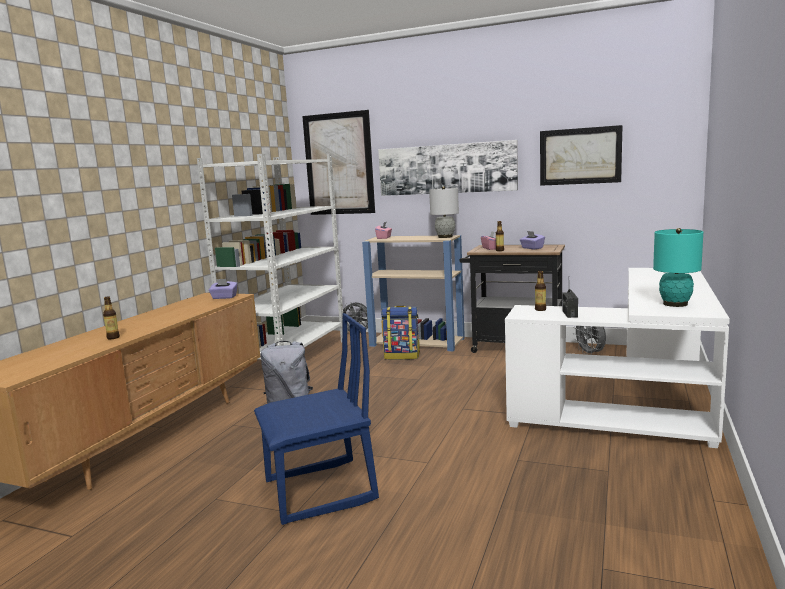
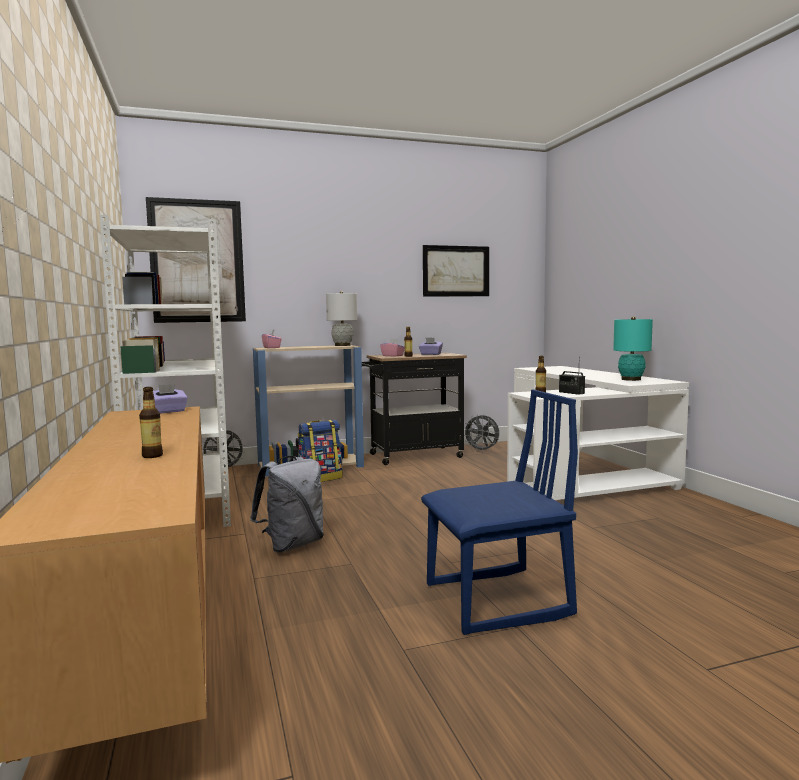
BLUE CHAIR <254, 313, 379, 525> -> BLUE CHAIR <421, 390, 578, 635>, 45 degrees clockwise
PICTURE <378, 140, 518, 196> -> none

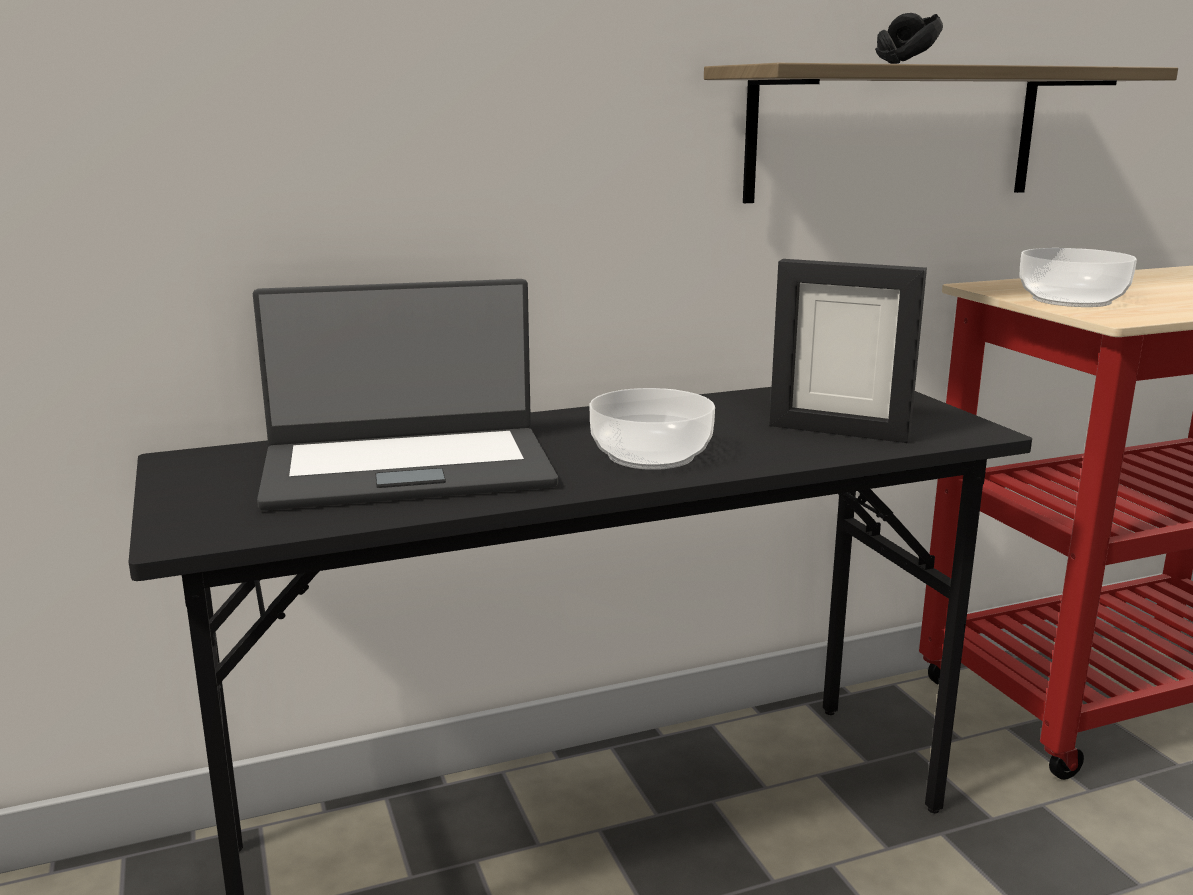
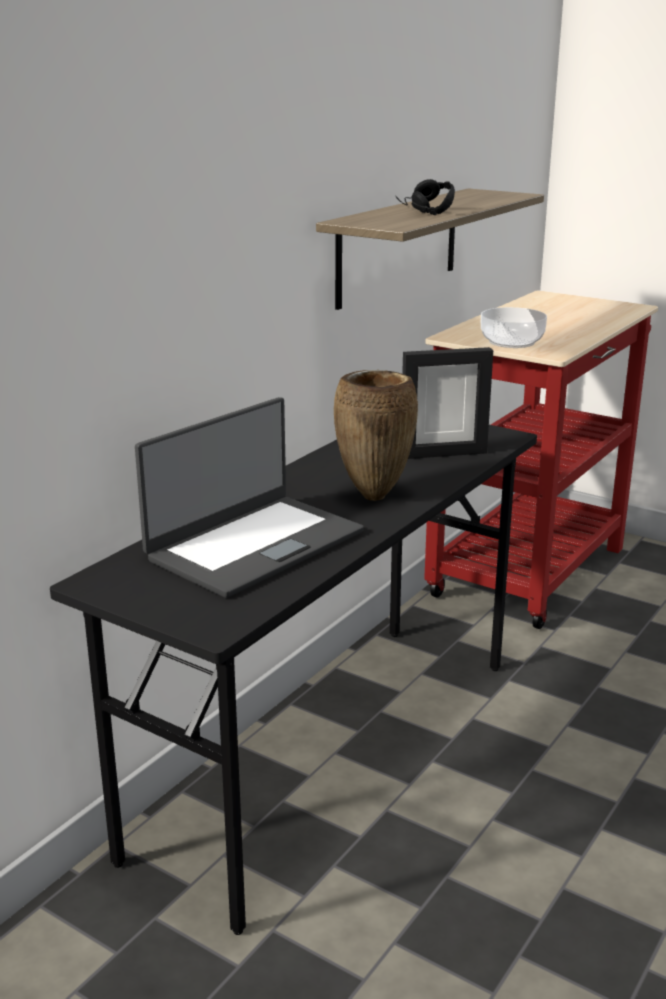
BOWL <590, 388, 715, 470> -> BROWN VASE <334, 370, 418, 501>

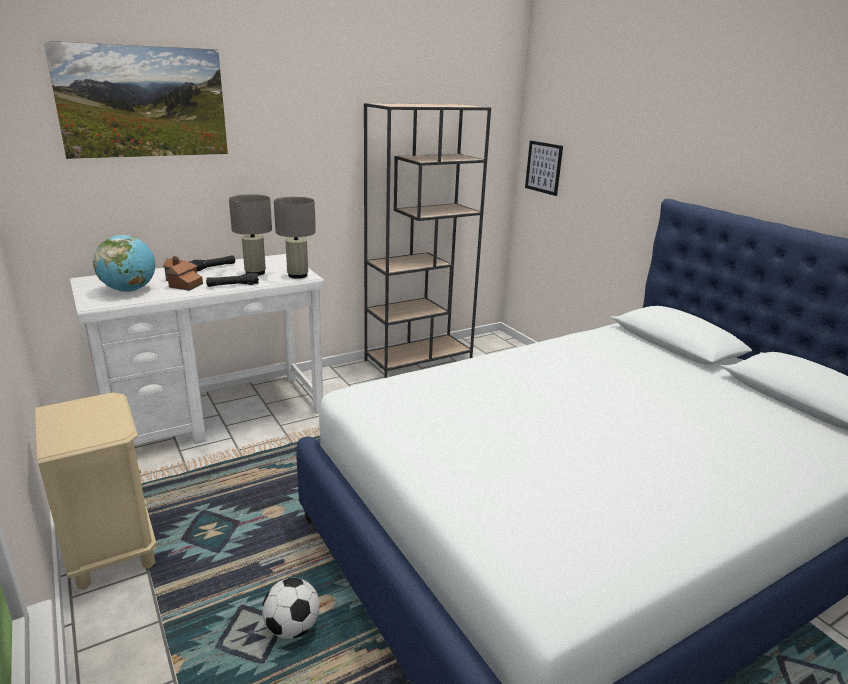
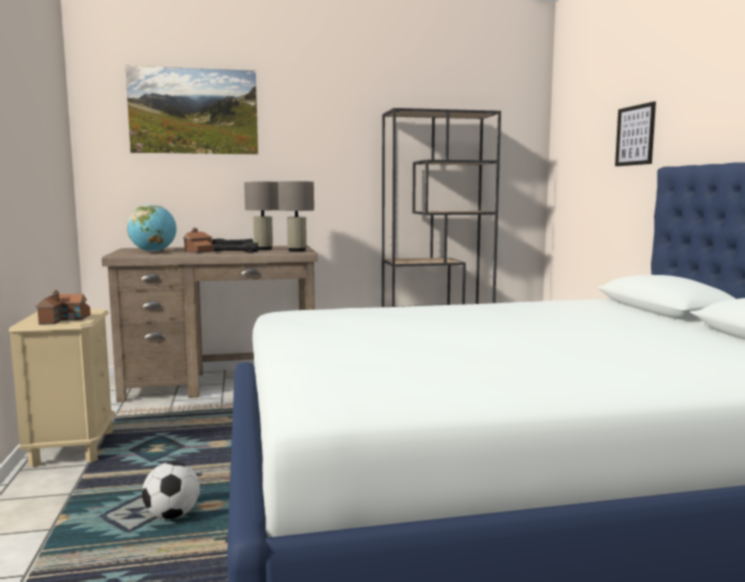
WHITE DESK <70, 254, 324, 445> -> BROWN DESK <102, 245, 318, 402>
PICTURE <525, 141, 563, 196> -> PICTURE <615, 102, 656, 166>, relocated
none -> TOY HOUSE <36, 290, 91, 325>

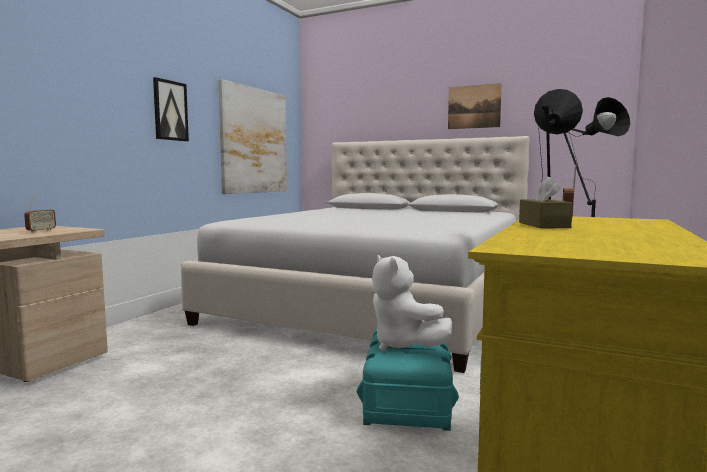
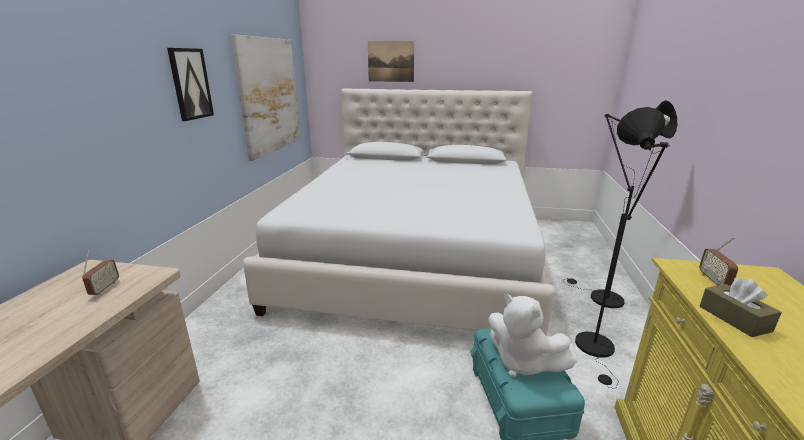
PICTURE <448, 83, 502, 129> -> PICTURE <368, 41, 414, 82>, relocated

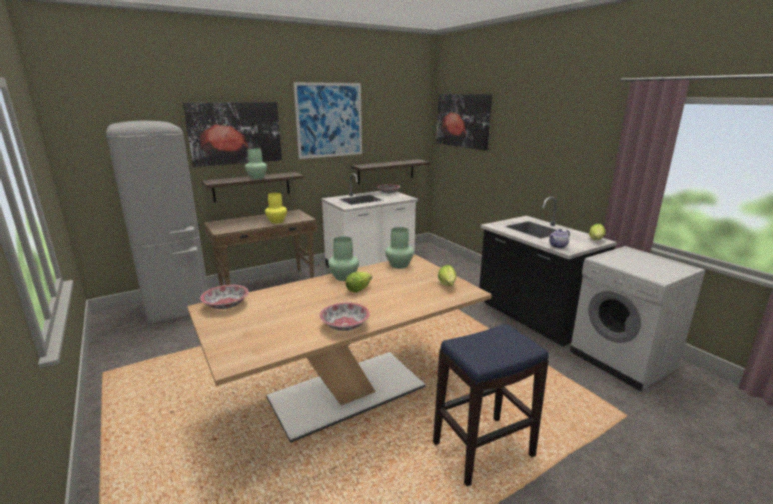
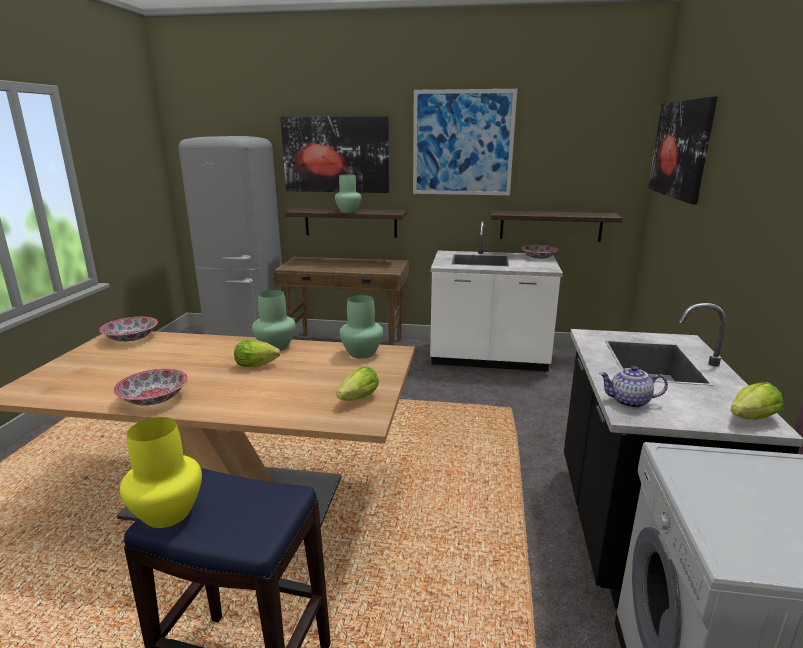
YELLOW VASE <265, 193, 287, 224> -> YELLOW VASE <120, 417, 202, 528>, relocated

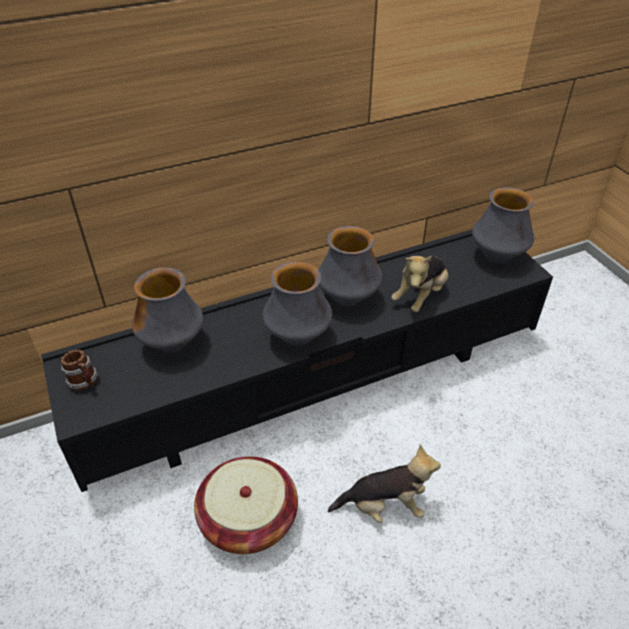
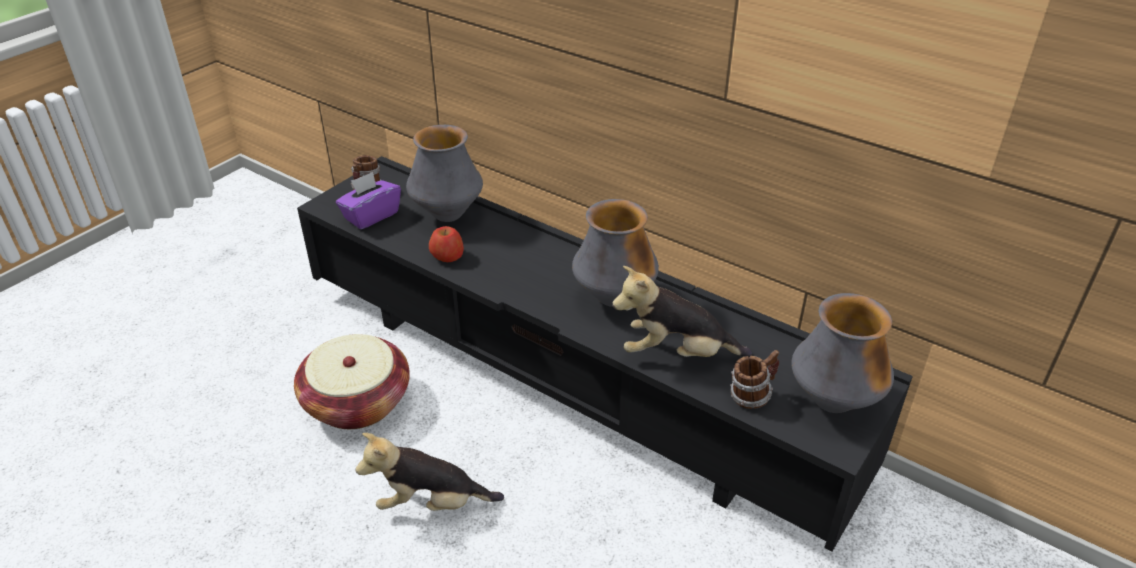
VASE <263, 262, 332, 346> -> none
PLUSH TOY <328, 444, 441, 523> -> PLUSH TOY <355, 433, 504, 511>, 120 degrees clockwise
none -> PURPLE TISSUE BOX <336, 172, 401, 230>
none -> APPLE <429, 226, 464, 262>
none -> MUG <730, 350, 779, 409>

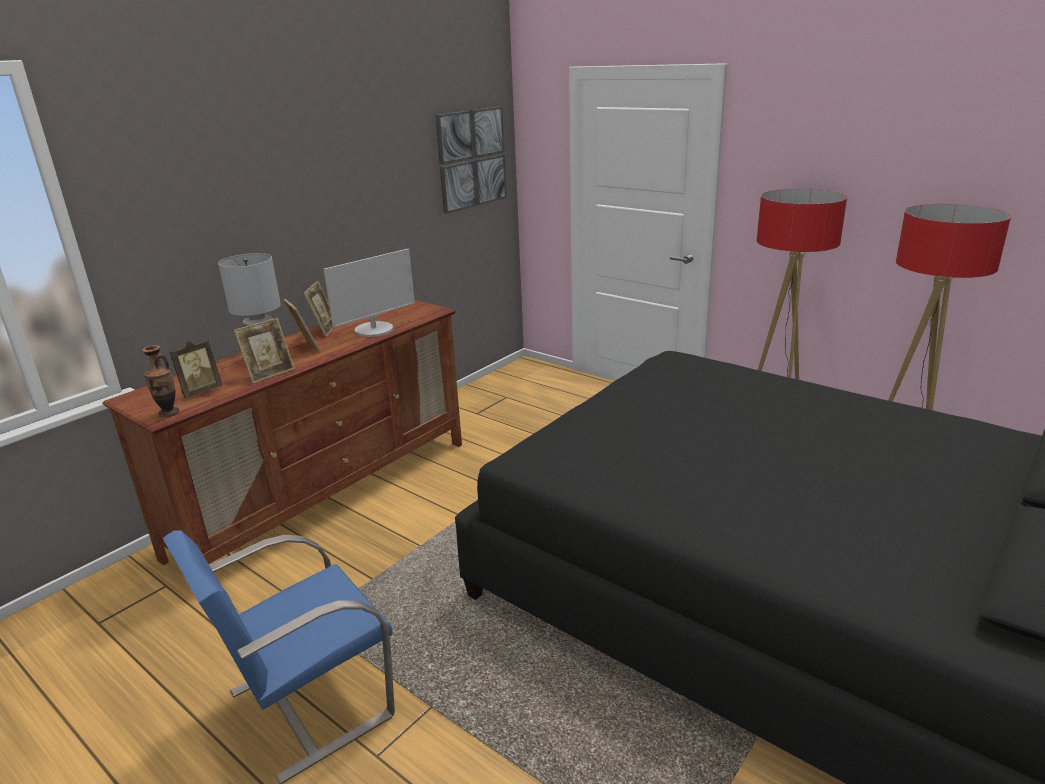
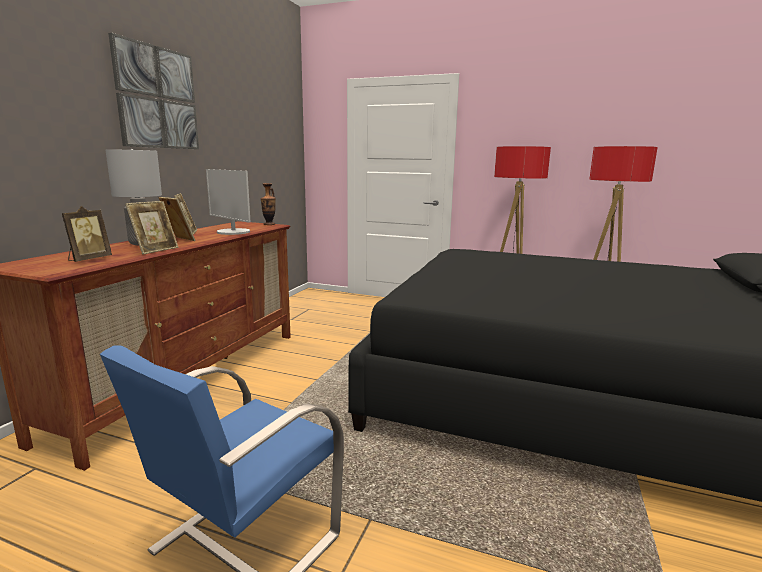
VASE <142, 345, 180, 417> -> VASE <261, 183, 276, 225>, relocated
MONITOR <324, 249, 415, 337> -> MONITOR <206, 169, 251, 235>, 105 degrees clockwise
PICTURE <435, 106, 507, 214> -> PICTURE <108, 33, 199, 149>, relocated

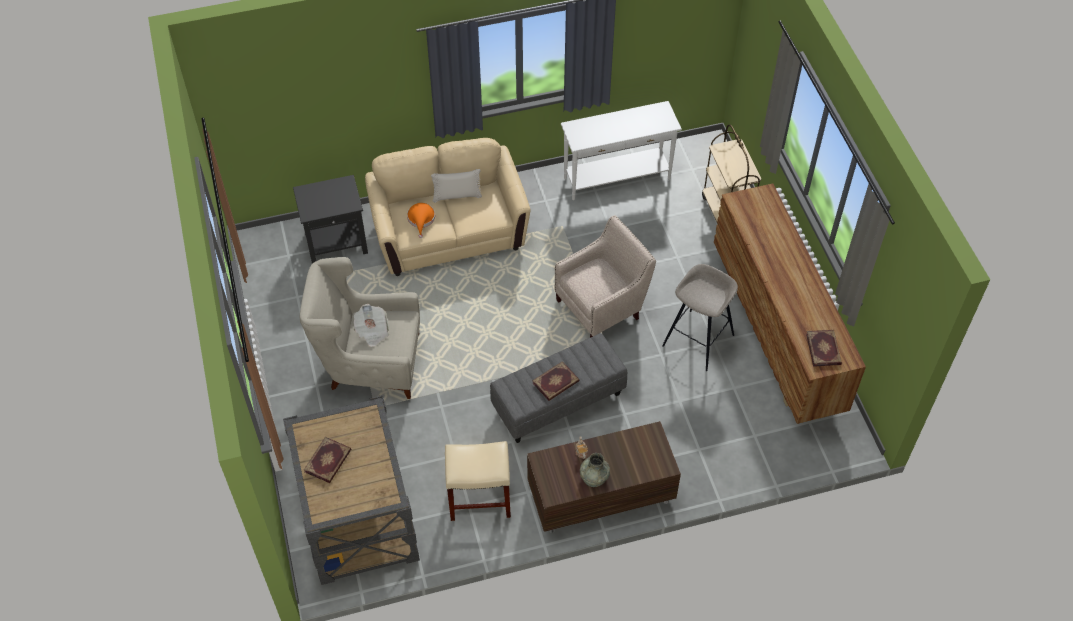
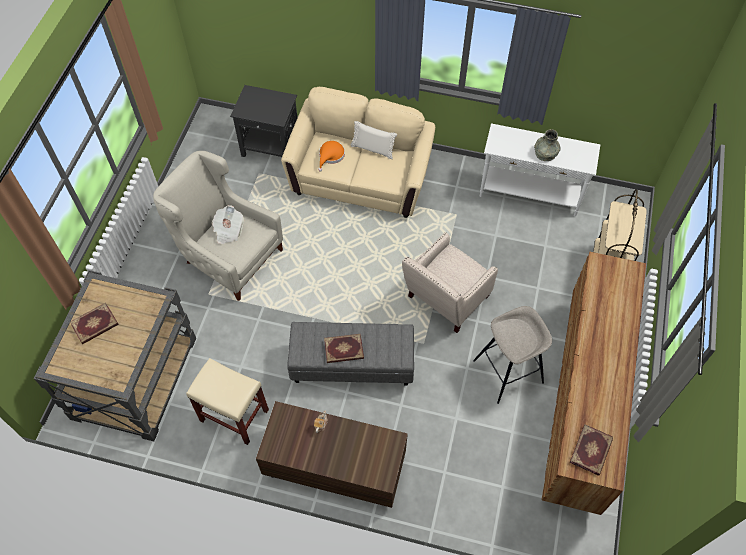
BEIGE ARMCHAIR <555, 215, 656, 338> -> BEIGE ARMCHAIR <402, 232, 498, 333>, 135 degrees clockwise
GREY VASE <580, 453, 610, 487> -> GREY VASE <534, 129, 561, 161>, relocated

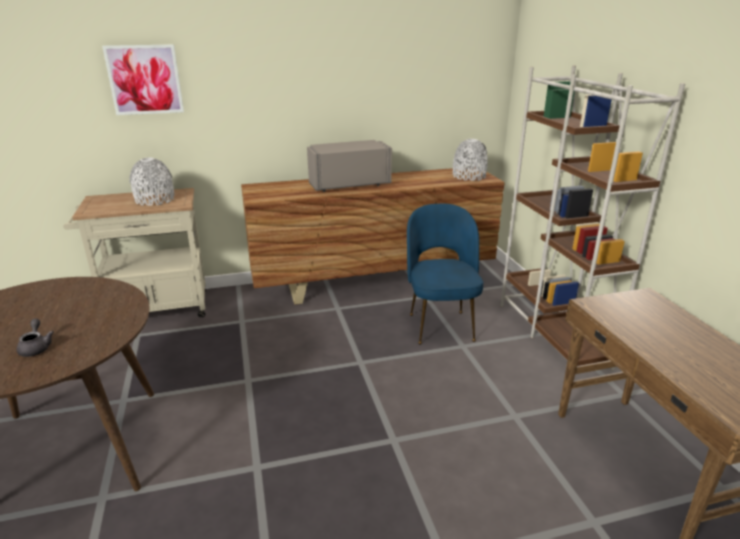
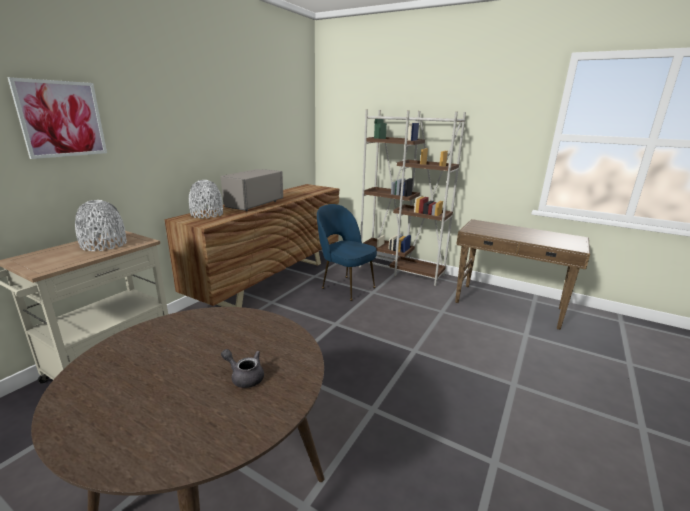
GREY VASE <453, 139, 488, 181> -> GREY VASE <189, 180, 223, 219>, relocated

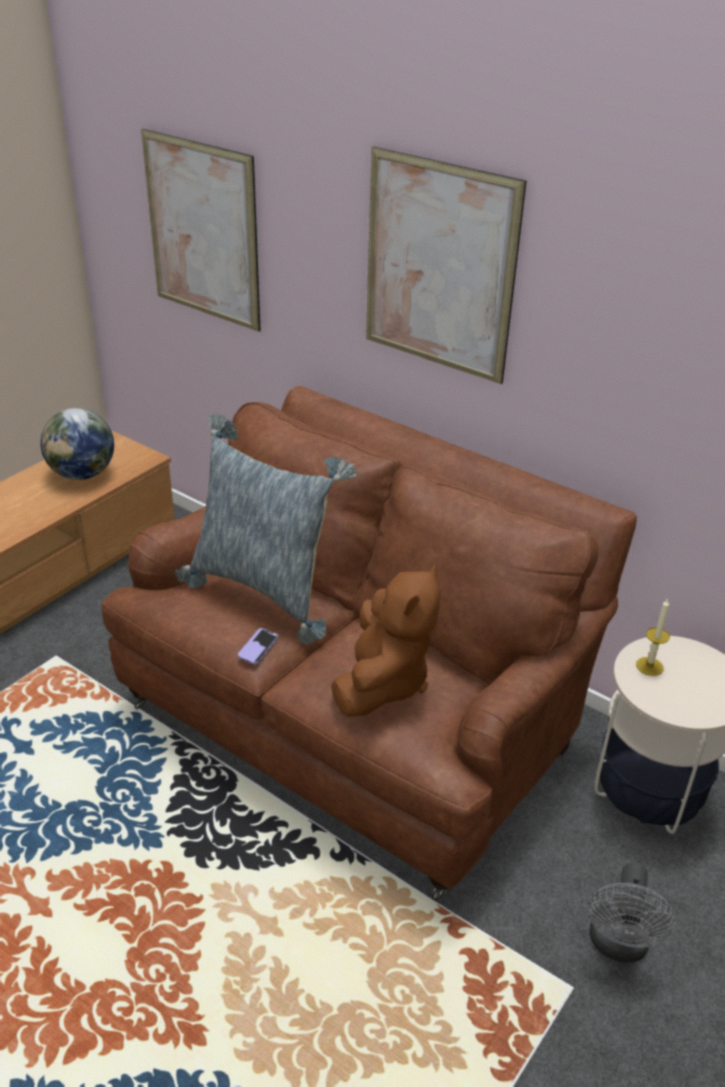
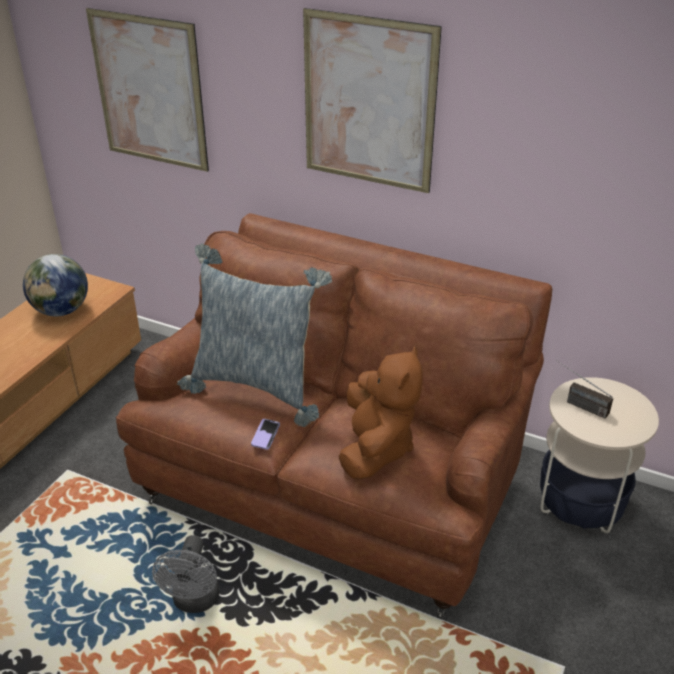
GREY FAN <588, 863, 675, 962> -> GREY FAN <152, 535, 220, 613>, relocated
CANDLE <636, 599, 670, 676> -> RADIO <556, 360, 613, 419>

